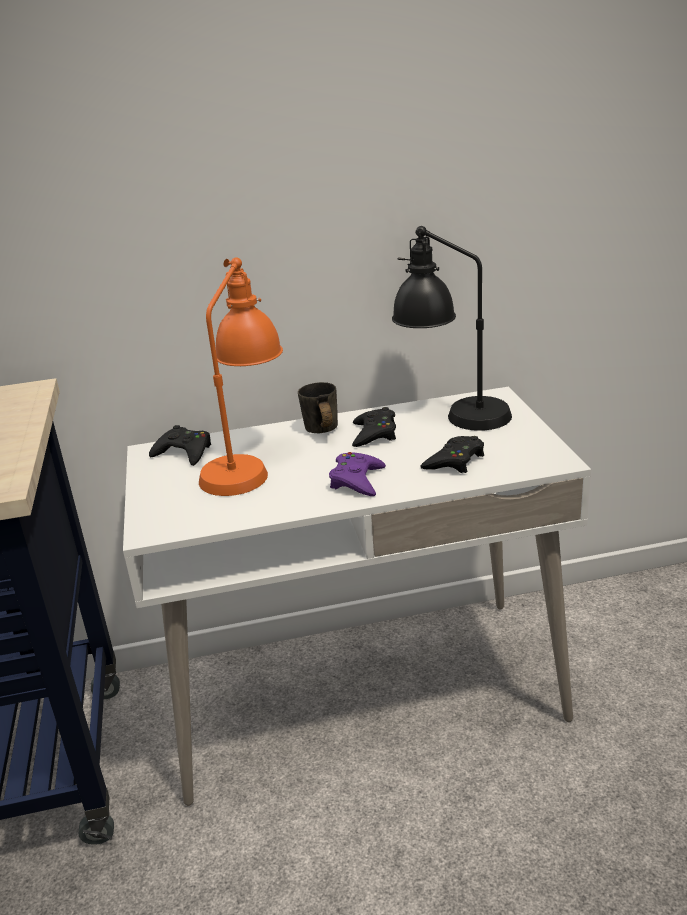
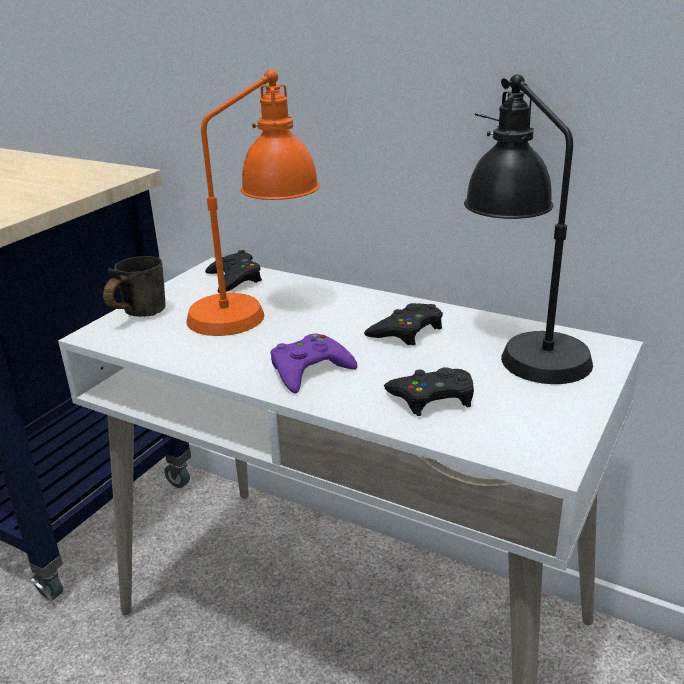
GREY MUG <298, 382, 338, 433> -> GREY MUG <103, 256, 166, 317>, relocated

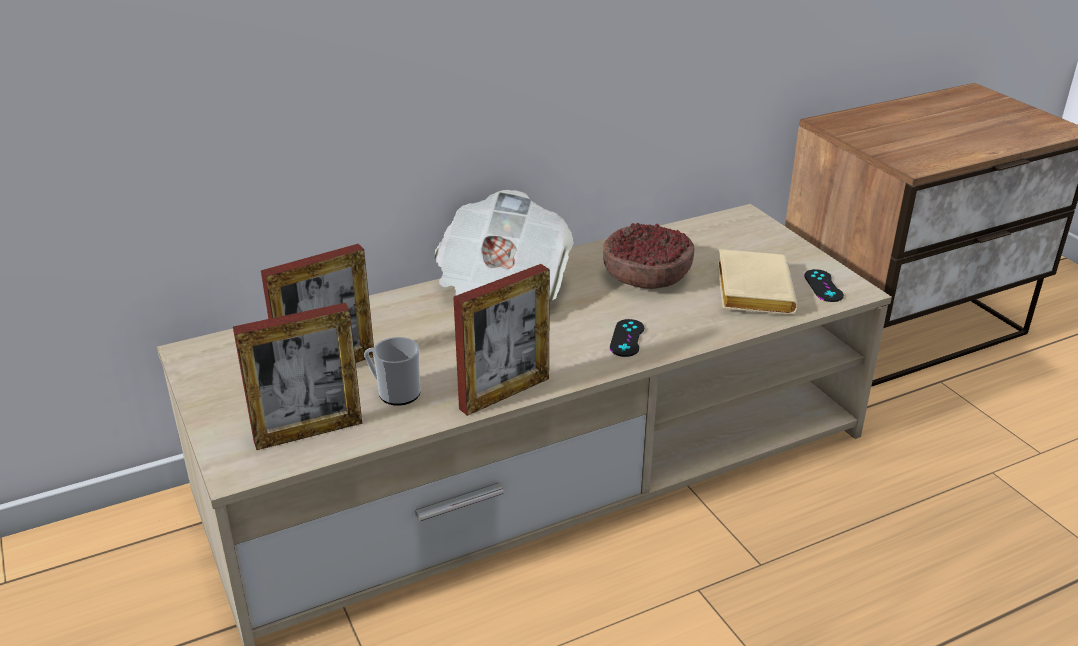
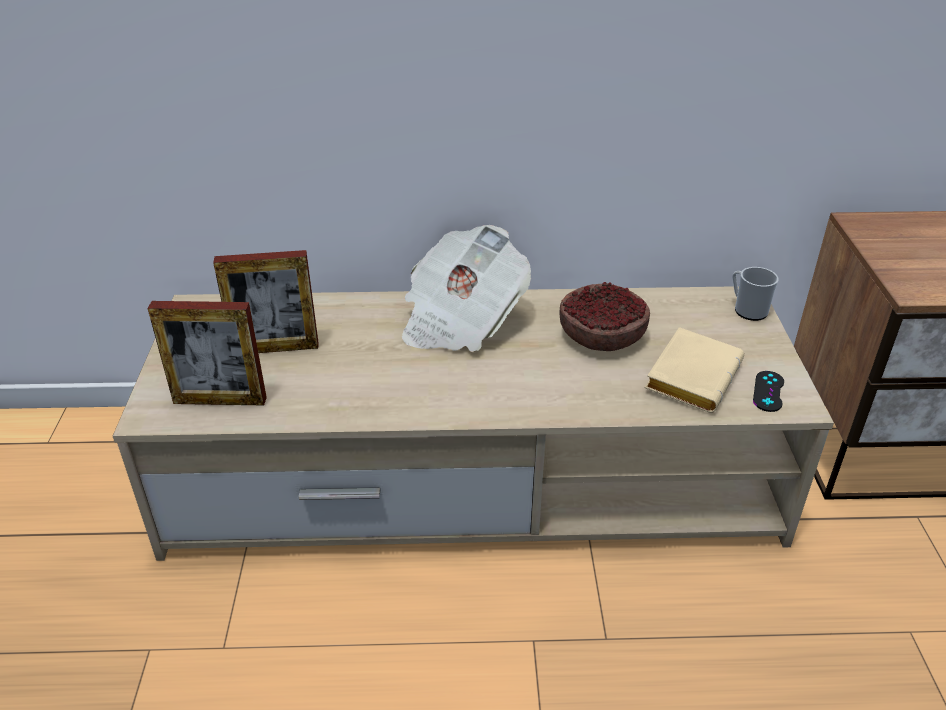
MUG <364, 337, 421, 406> -> MUG <732, 267, 779, 321>, relocated
PICTURE FRAME <453, 264, 550, 416> -> none
BLACK GAME CONTROLLER <610, 319, 644, 357> -> none

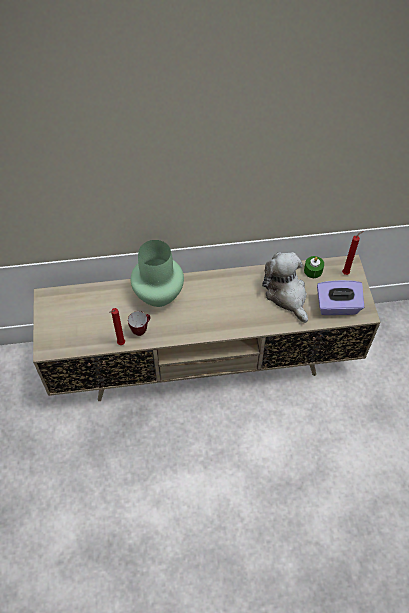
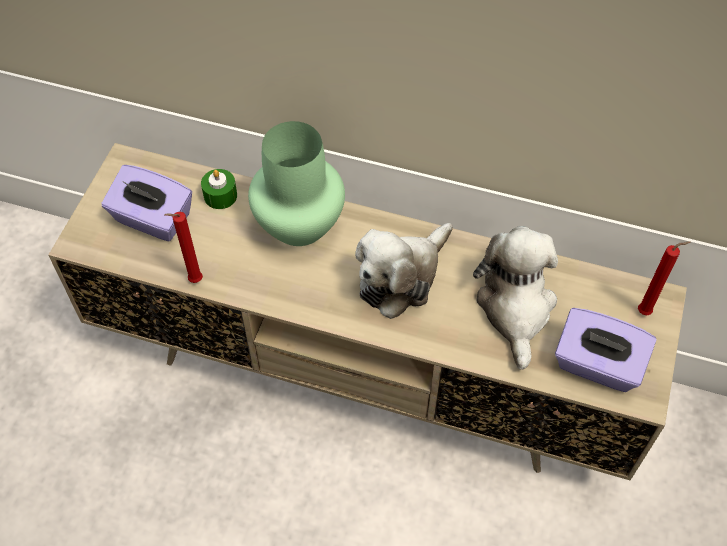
MUG <128, 311, 151, 336> -> none
GREEN CANDLE <304, 256, 324, 278> -> GREEN CANDLE <201, 169, 237, 209>, relocated
none -> PURPLE TISSUE BOX <101, 165, 192, 242>
none -> PLUSH TOY <355, 223, 453, 319>

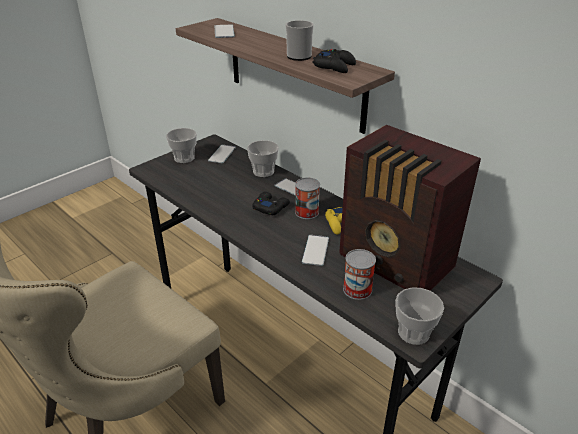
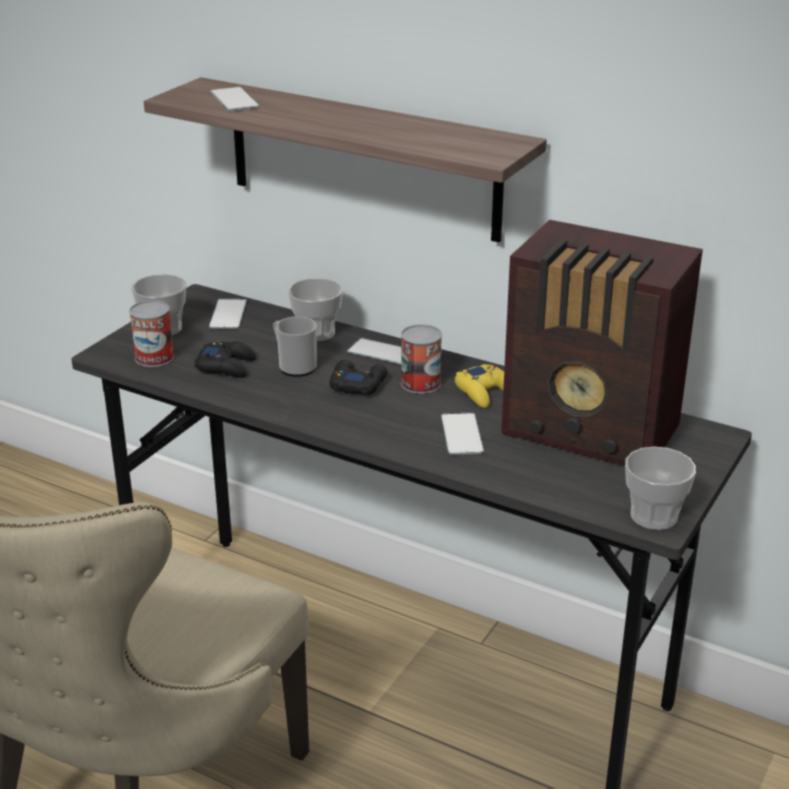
MUG <286, 20, 314, 61> -> MUG <273, 317, 317, 377>, relocated
BLACK GAME CONTROLLER <312, 49, 356, 73> -> BLACK GAME CONTROLLER <194, 341, 256, 378>, relocated
CAN <343, 249, 376, 300> -> CAN <129, 300, 174, 367>, relocated

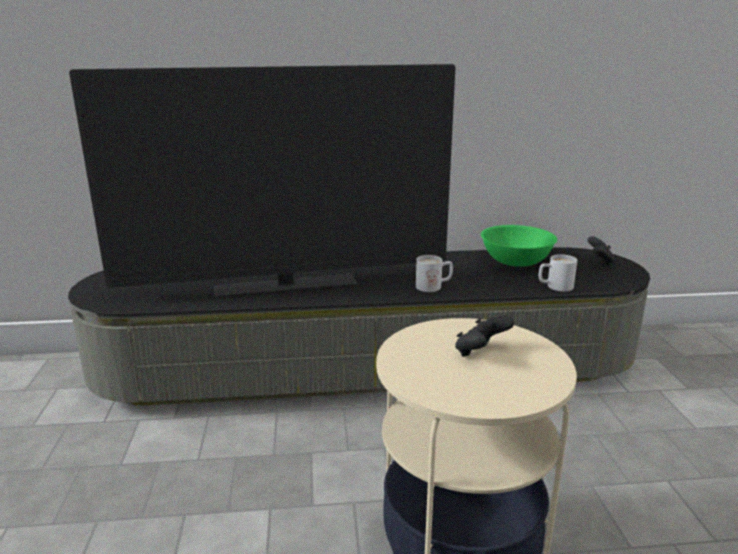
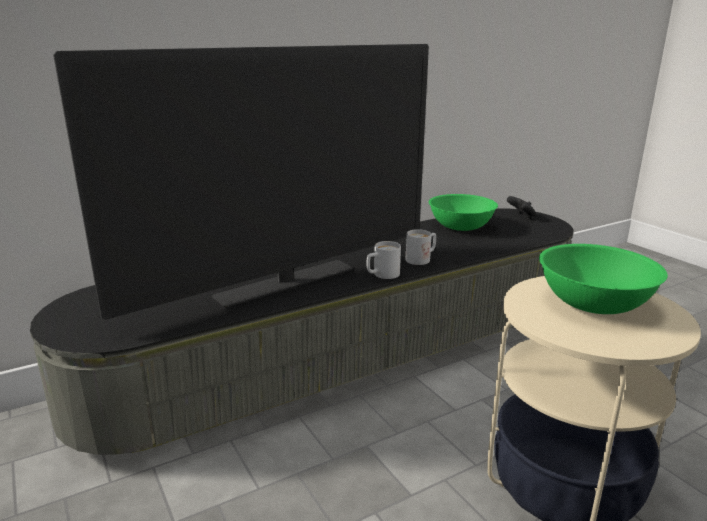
BLACK GAME CONTROLLER <455, 315, 514, 357> -> GREEN BOWL <539, 244, 668, 314>
WHITE MUG <539, 254, 577, 291> -> WHITE MUG <366, 241, 401, 279>, relocated

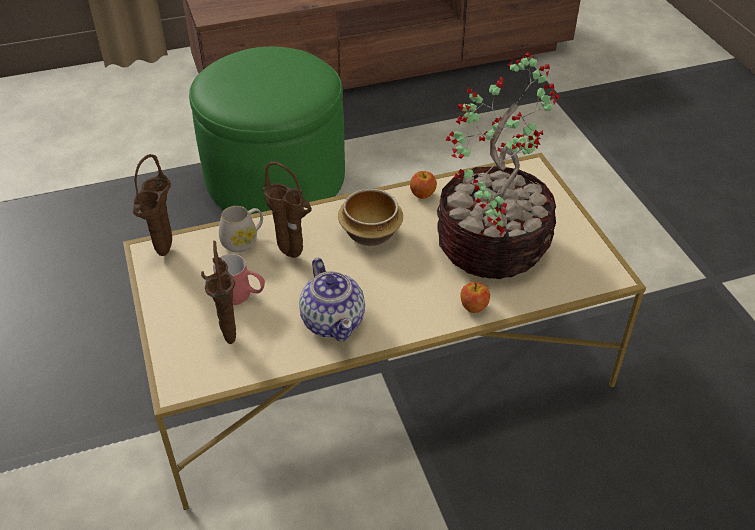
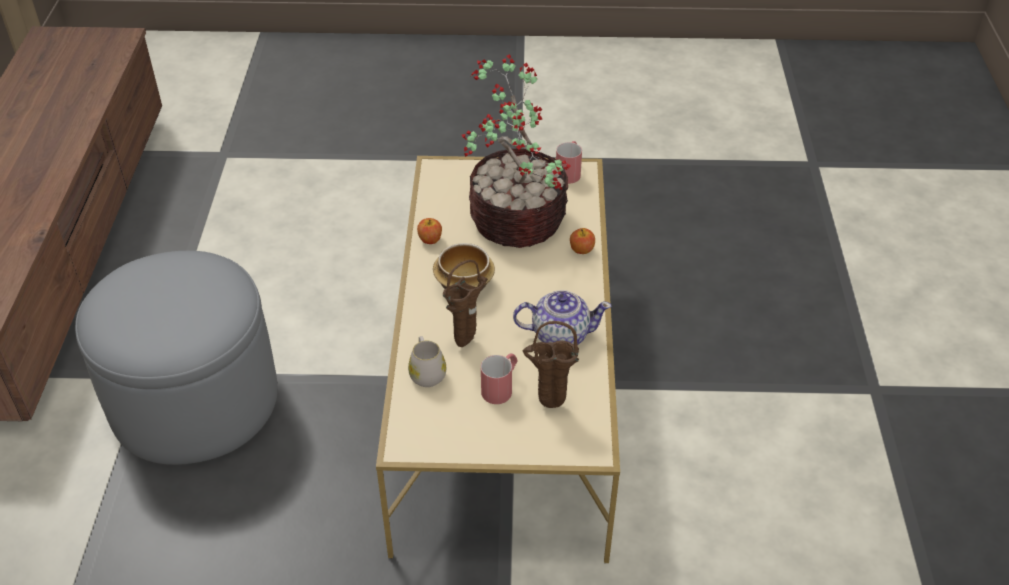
BROWN VASE <133, 154, 172, 256> -> none
GREEN OTTOMAN <189, 47, 345, 214> -> GREY OTTOMAN <75, 251, 278, 465>
none -> RED MUG <556, 141, 582, 184>

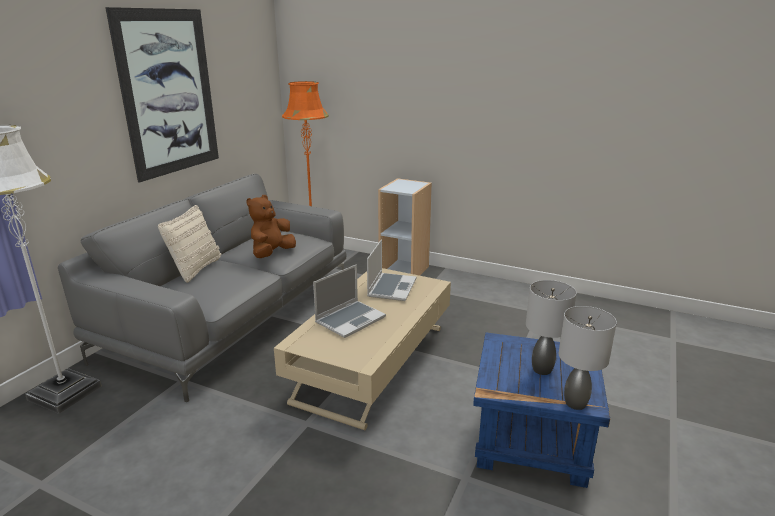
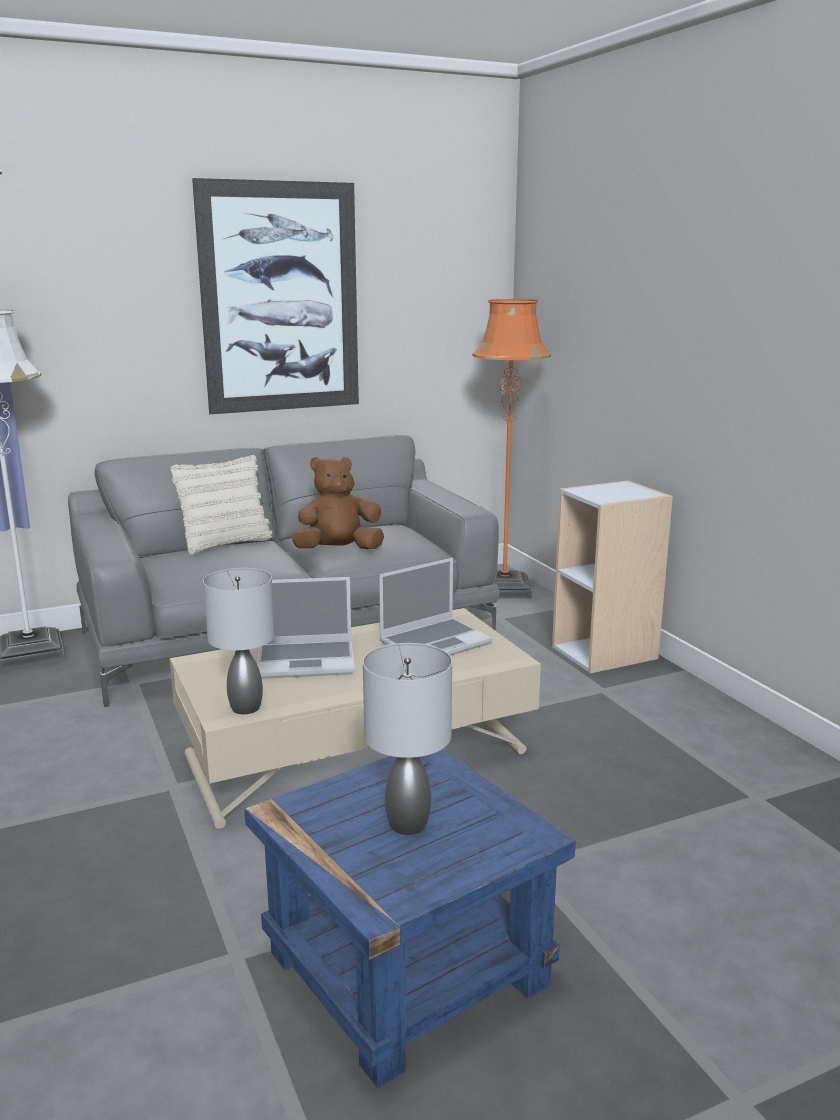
GREY TABLE LAMP <559, 306, 617, 410> -> GREY TABLE LAMP <203, 568, 275, 714>, relocated

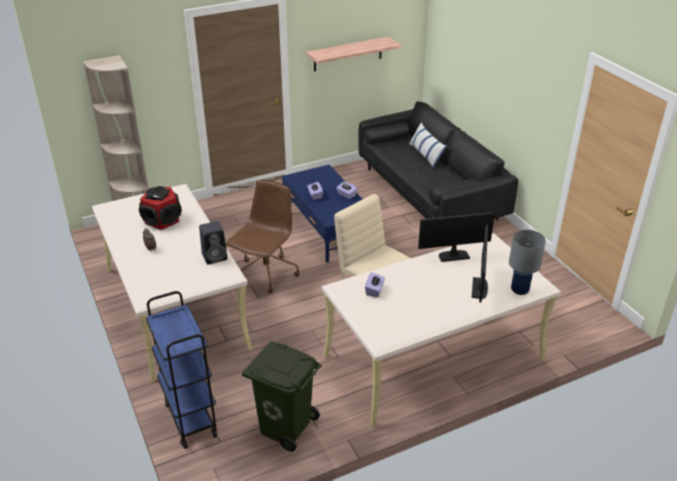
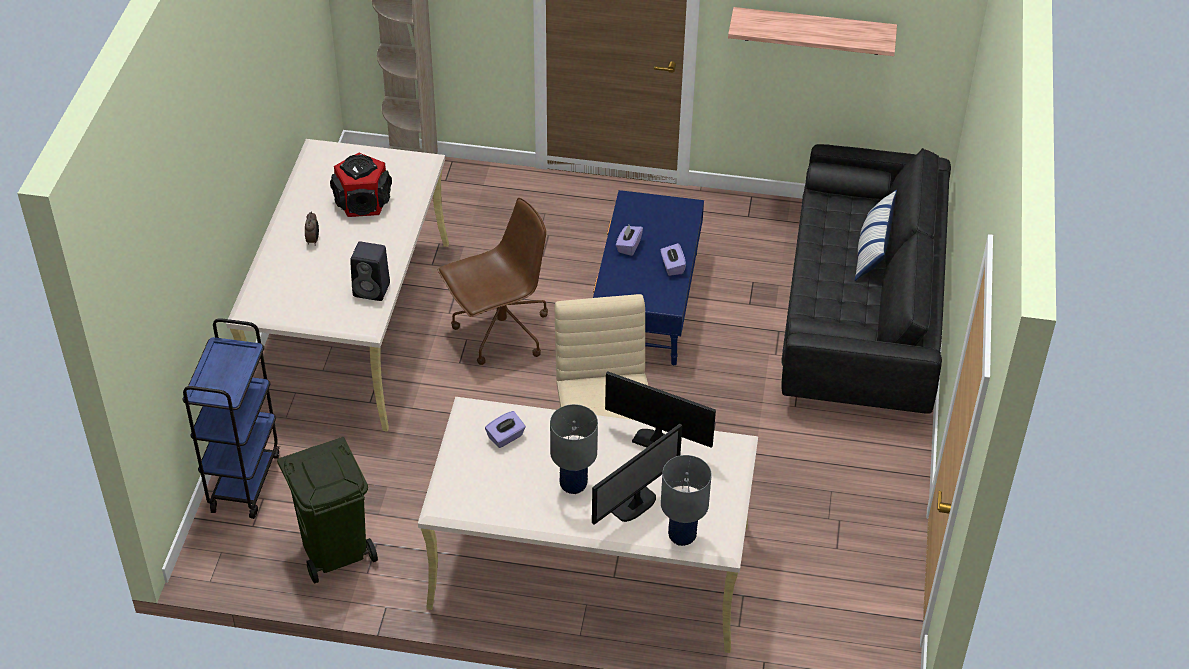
none -> GREY TABLE LAMP <550, 404, 598, 494>

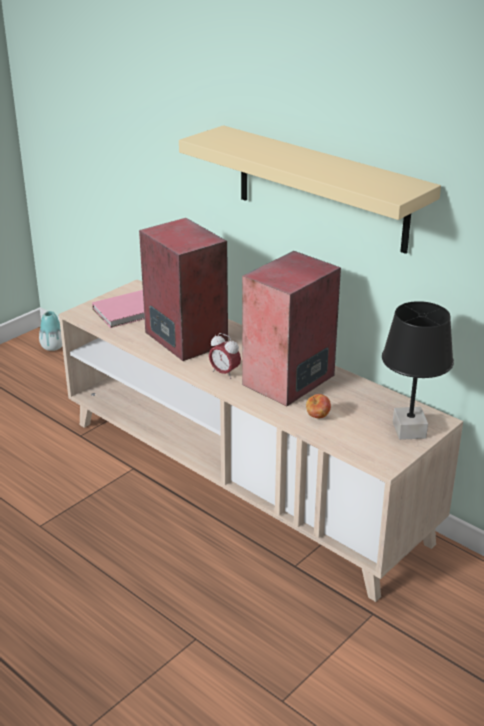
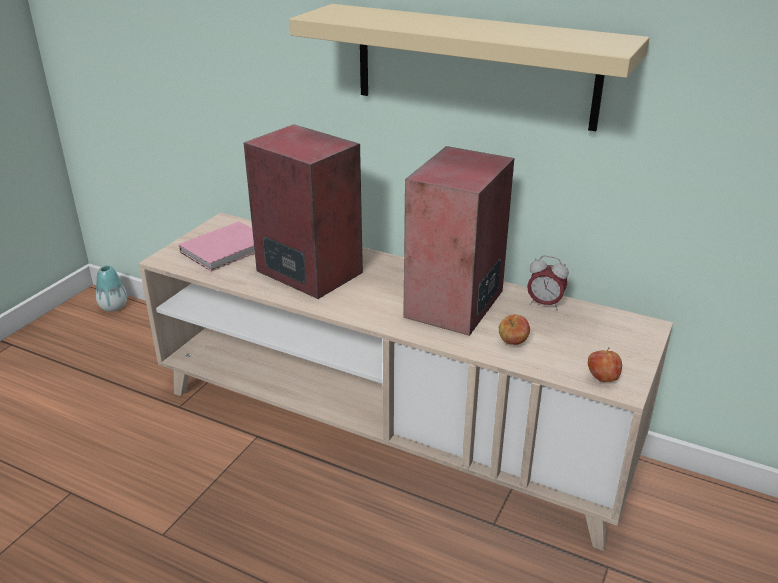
ALARM CLOCK <209, 333, 241, 379> -> ALARM CLOCK <527, 255, 569, 310>, relocated
BLACK TABLE LAMP <382, 301, 454, 440> -> none
none -> APPLE <588, 347, 622, 382>

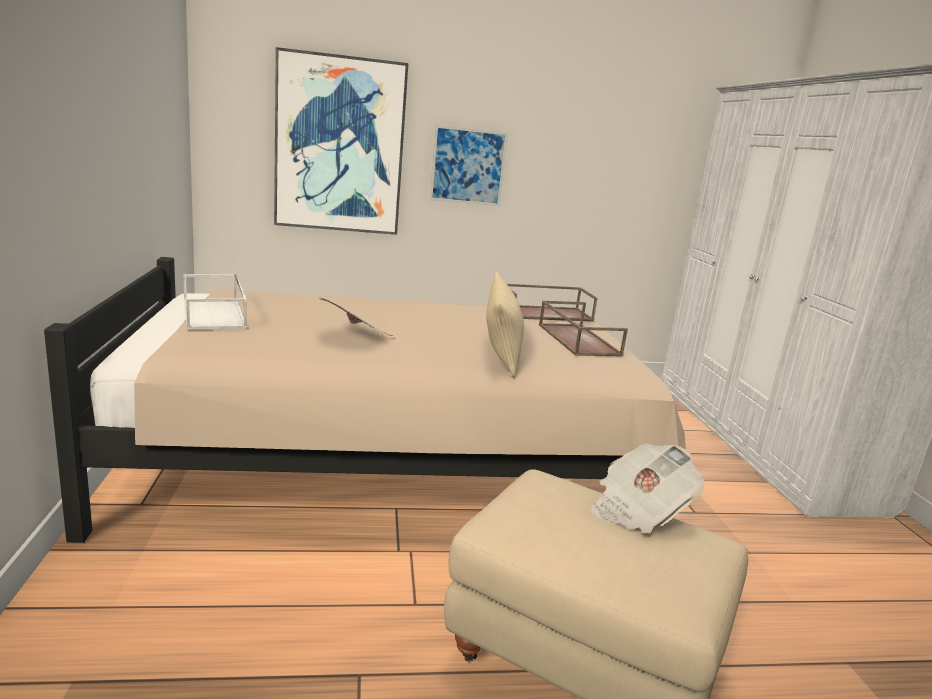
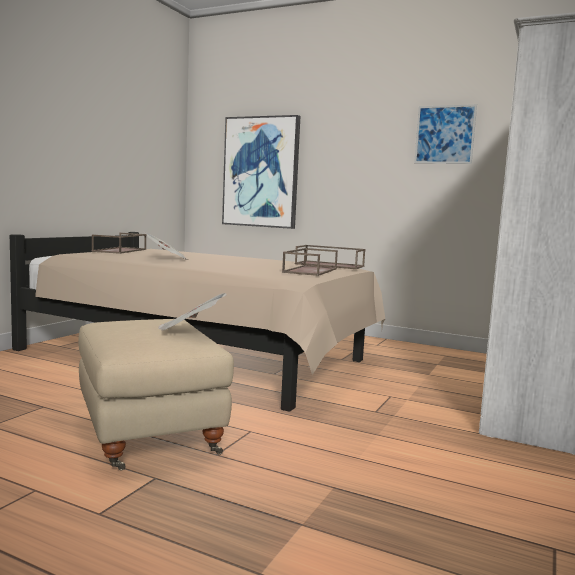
WHITE TRAY <183, 274, 247, 330> -> BROWN TRAY <92, 233, 146, 254>
PICTURE <430, 125, 508, 206> -> PICTURE <414, 104, 477, 164>, relocated
BEIGE PILLOW <486, 272, 524, 376> -> none

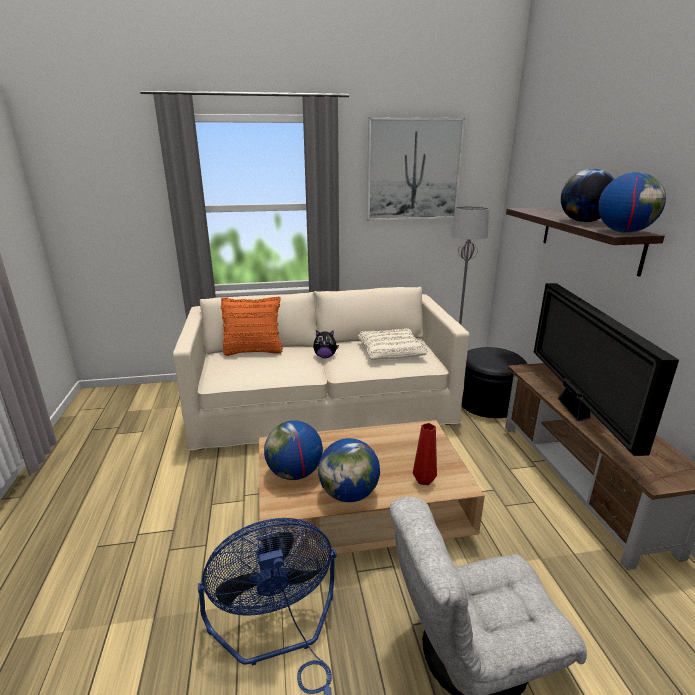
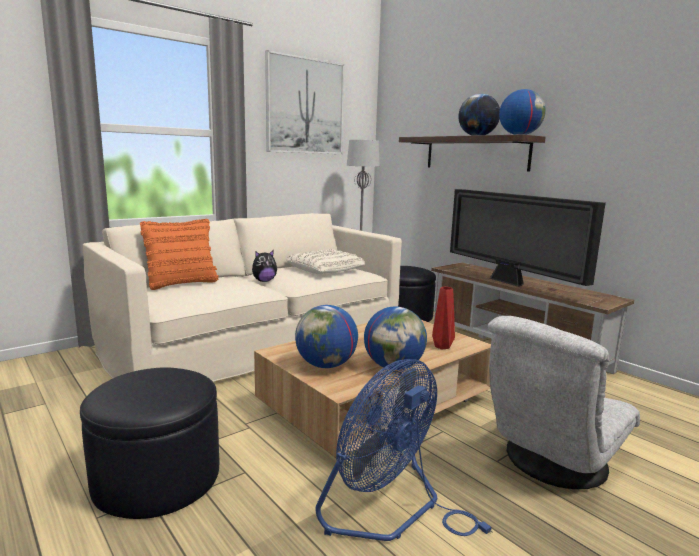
none -> BLACK OTTOMAN <80, 367, 219, 519>

